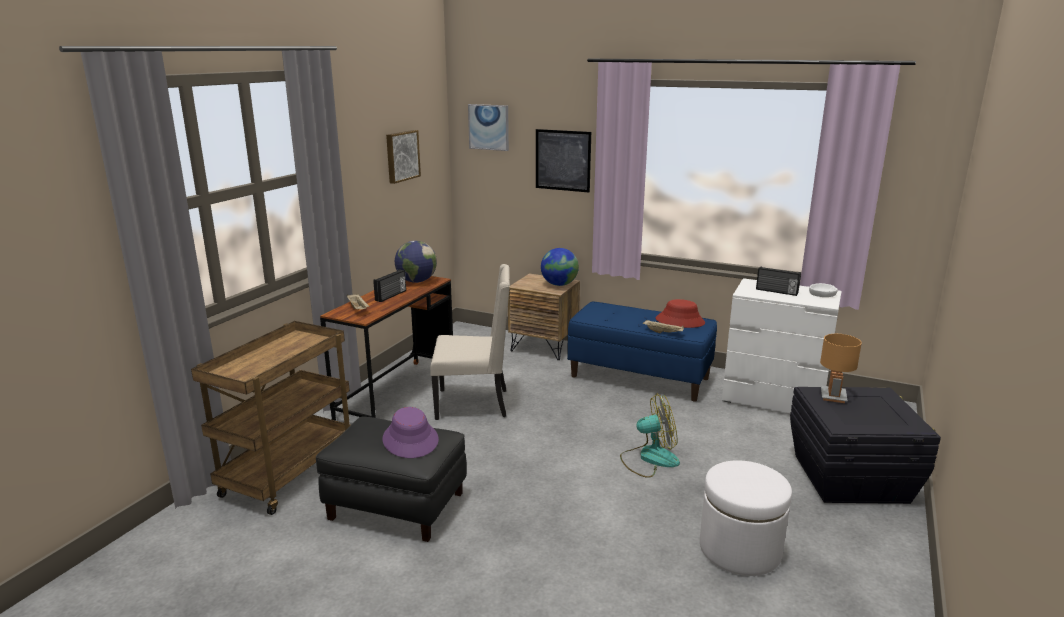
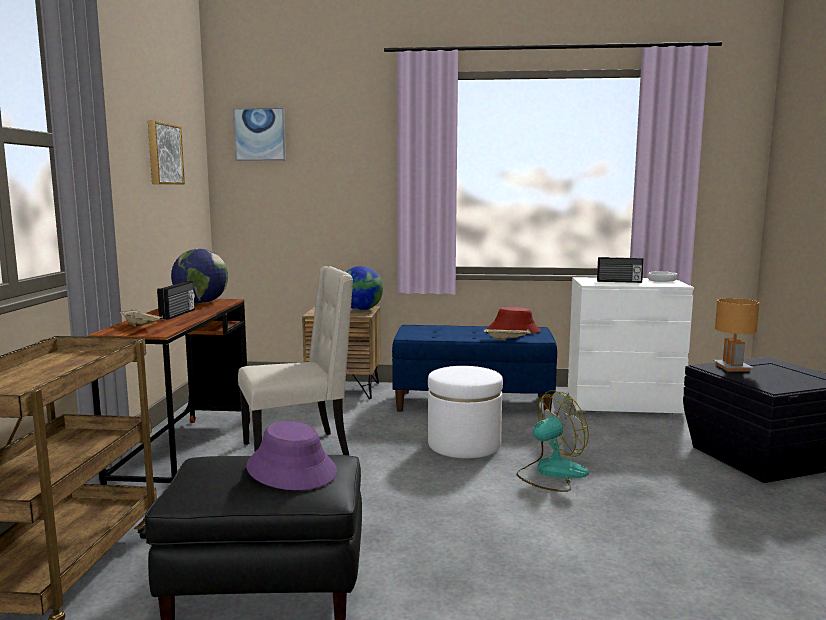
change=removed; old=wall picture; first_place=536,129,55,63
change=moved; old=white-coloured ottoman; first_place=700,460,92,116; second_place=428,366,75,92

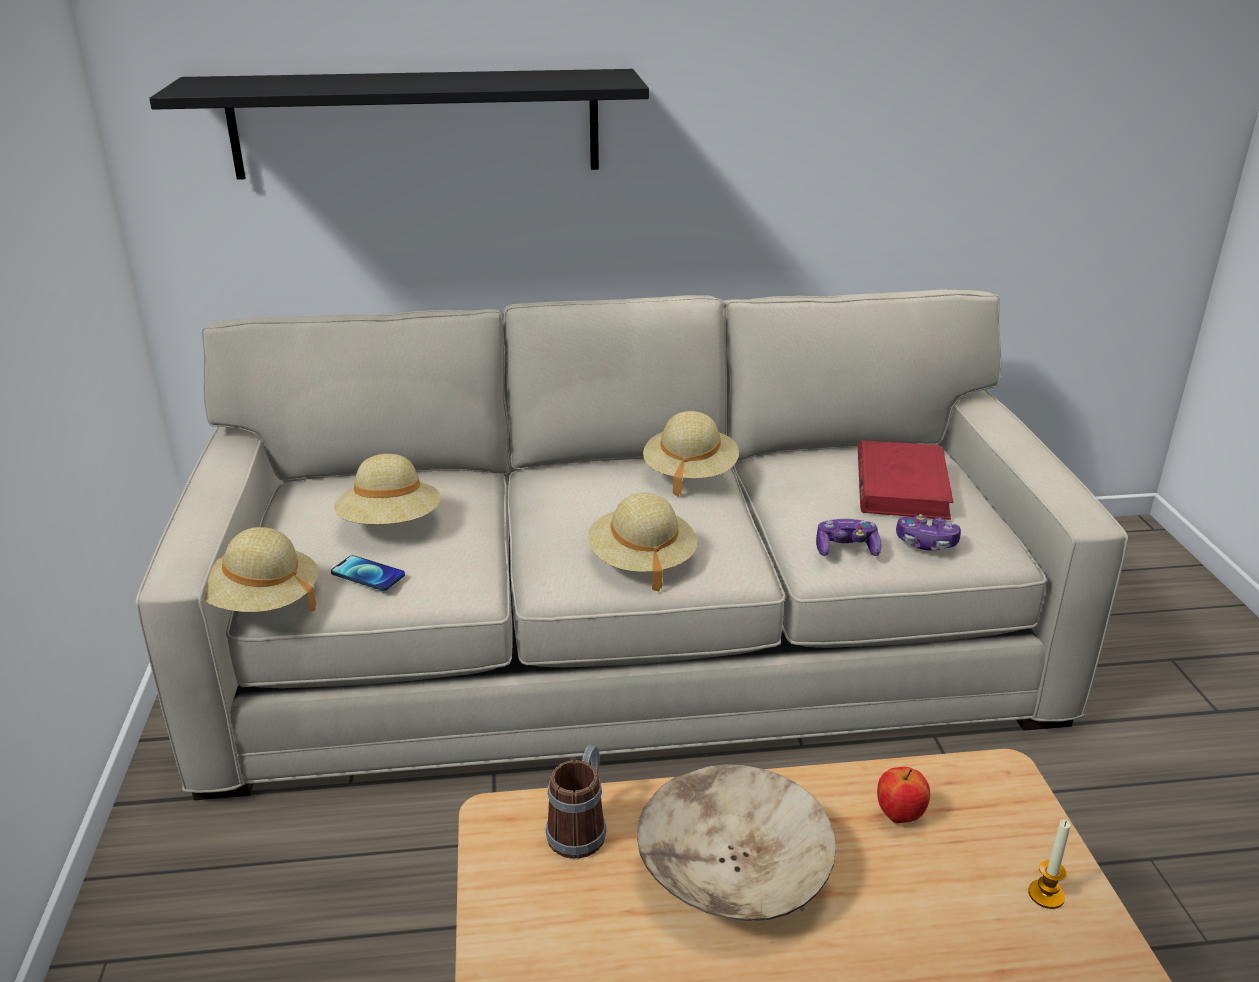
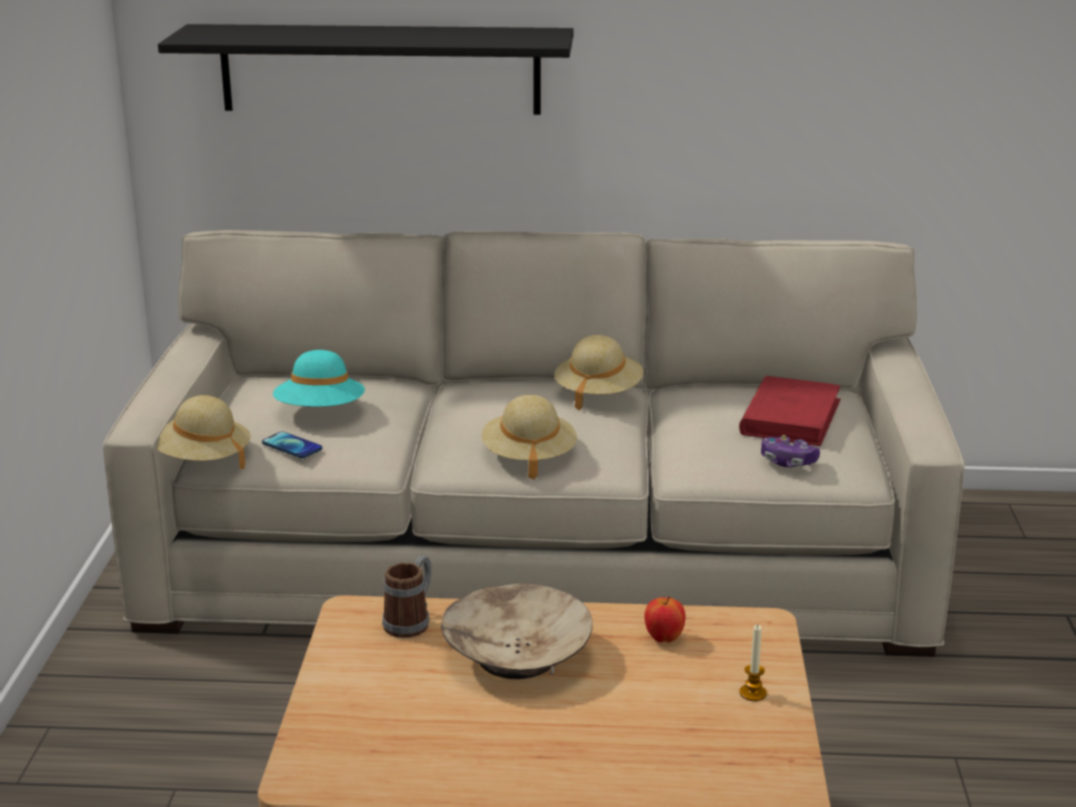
change=removed; old=game controller; first_place=816,519,65,37
change=recoloured; old=sand-coloured hat; new=turquoise hat; first_place=334,454,106,71; second_place=273,350,92,57

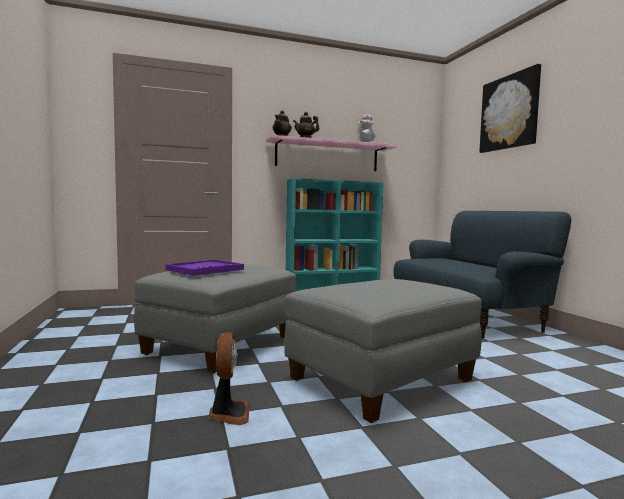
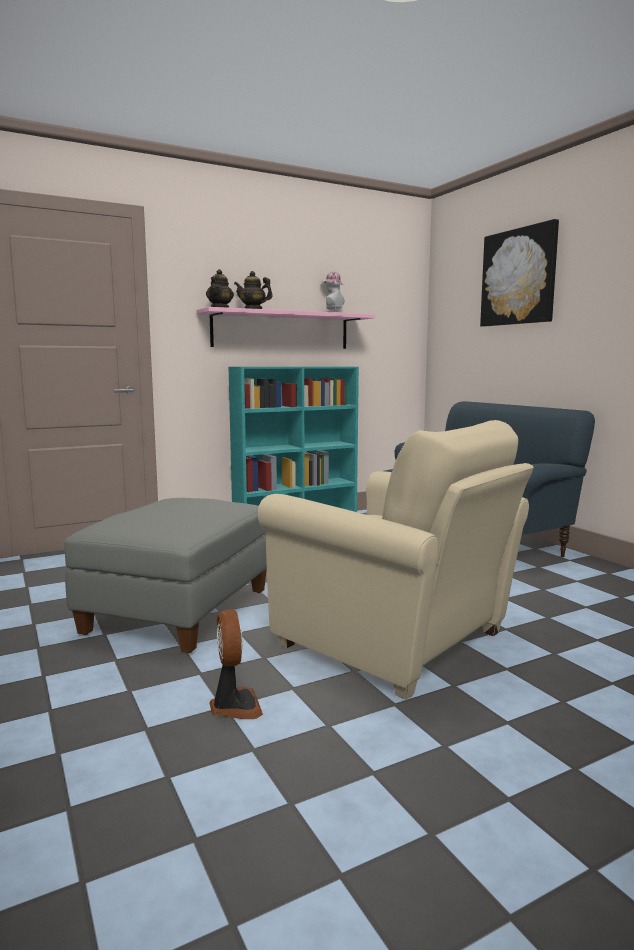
change=removed; old=purple-coloured carrying tray; first_place=165,260,79,16
change=replaced; old=gray ottoman; new=sand-coloured armchair; first_place=285,279,197,144; second_place=258,420,276,280

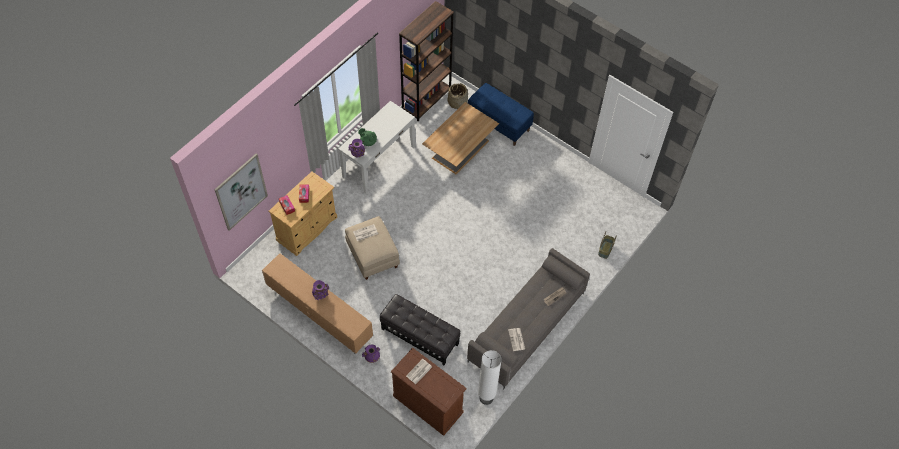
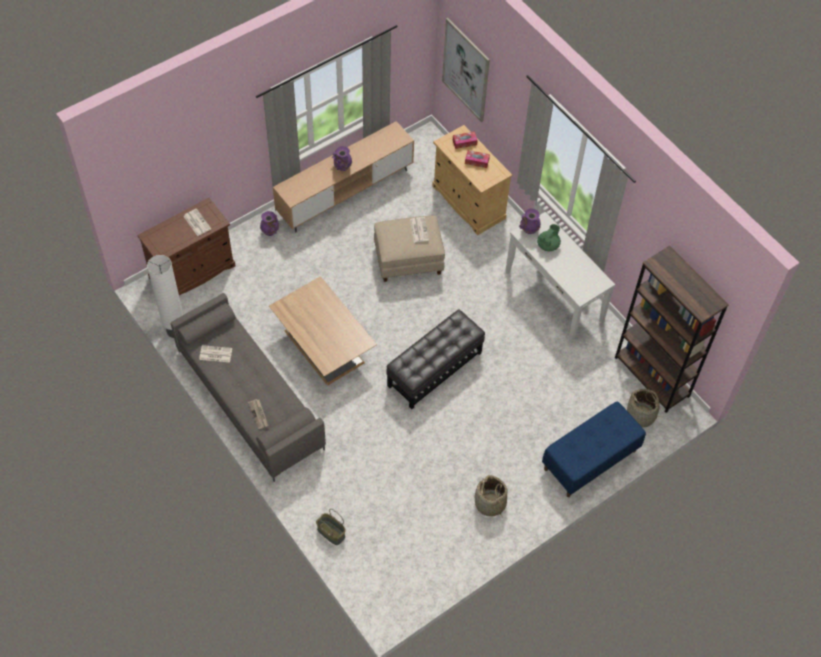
change=added; new=basket; second_place=475,475,33,42
change=moved; old=black ottoman; first_place=380,294,80,71; second_place=386,309,99,100
change=moved; old=brown-coloured low table; first_place=422,102,77,72; second_place=269,276,108,109

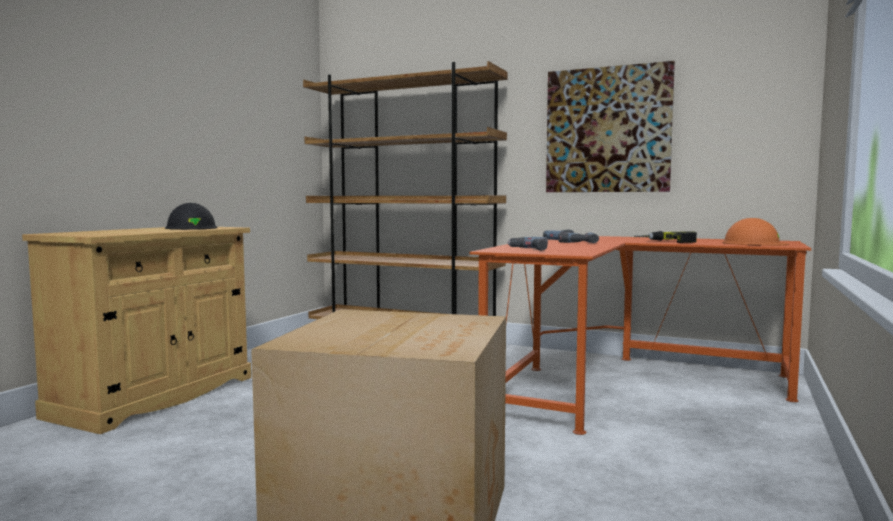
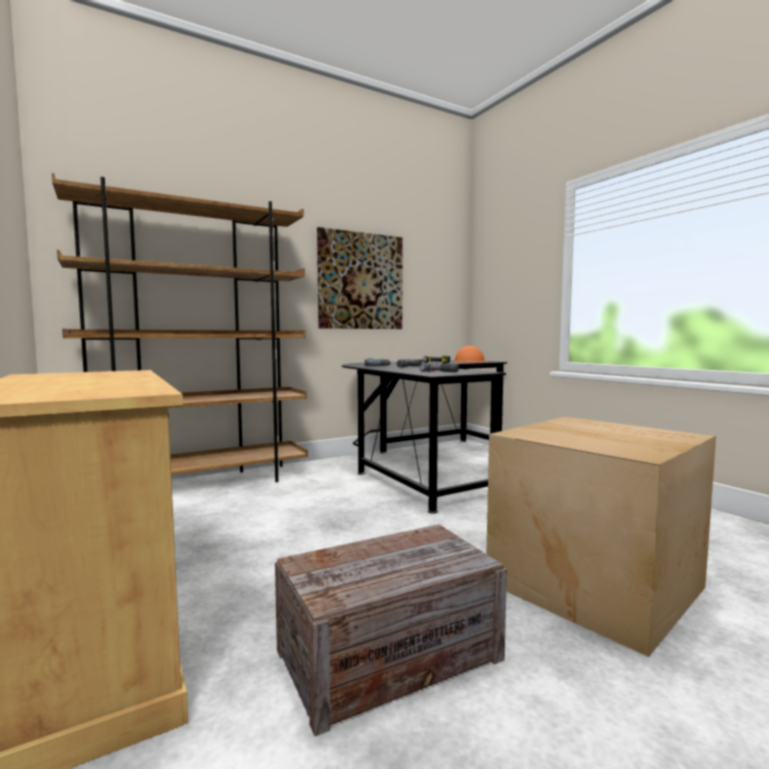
change=removed; old=black work helmet; first_place=165,203,53,27
change=added; new=shipping crate; second_place=275,524,232,212
change=recoloured; old=orangey desk unit; new=black desk unit; first_place=470,236,341,199; second_place=342,360,165,153

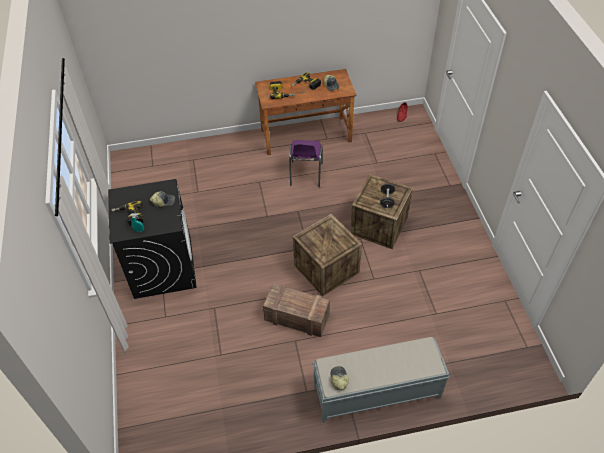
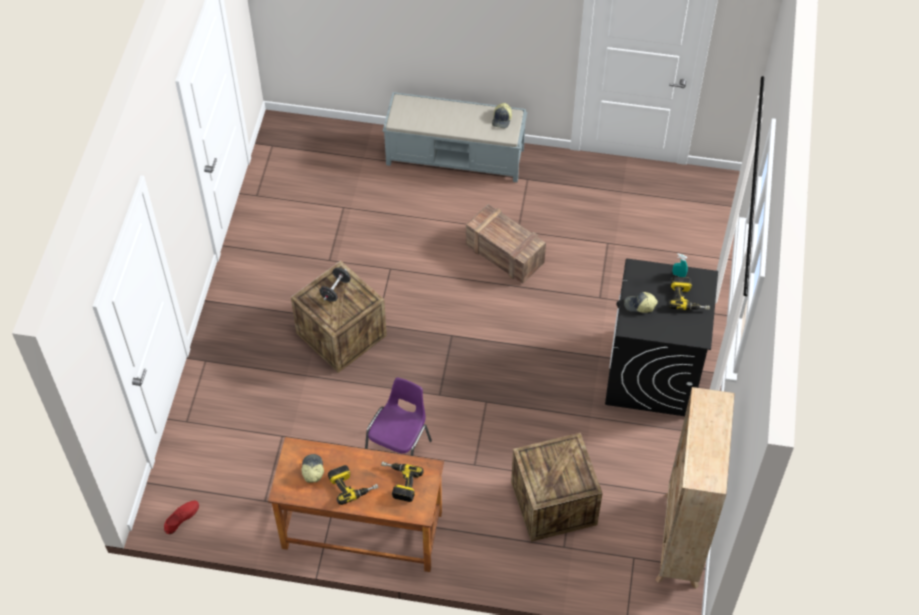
change=added; new=sand-coloured bookshelf; second_place=655,387,80,202
change=moved; old=shipping crate; first_place=293,214,69,83; second_place=511,433,92,109

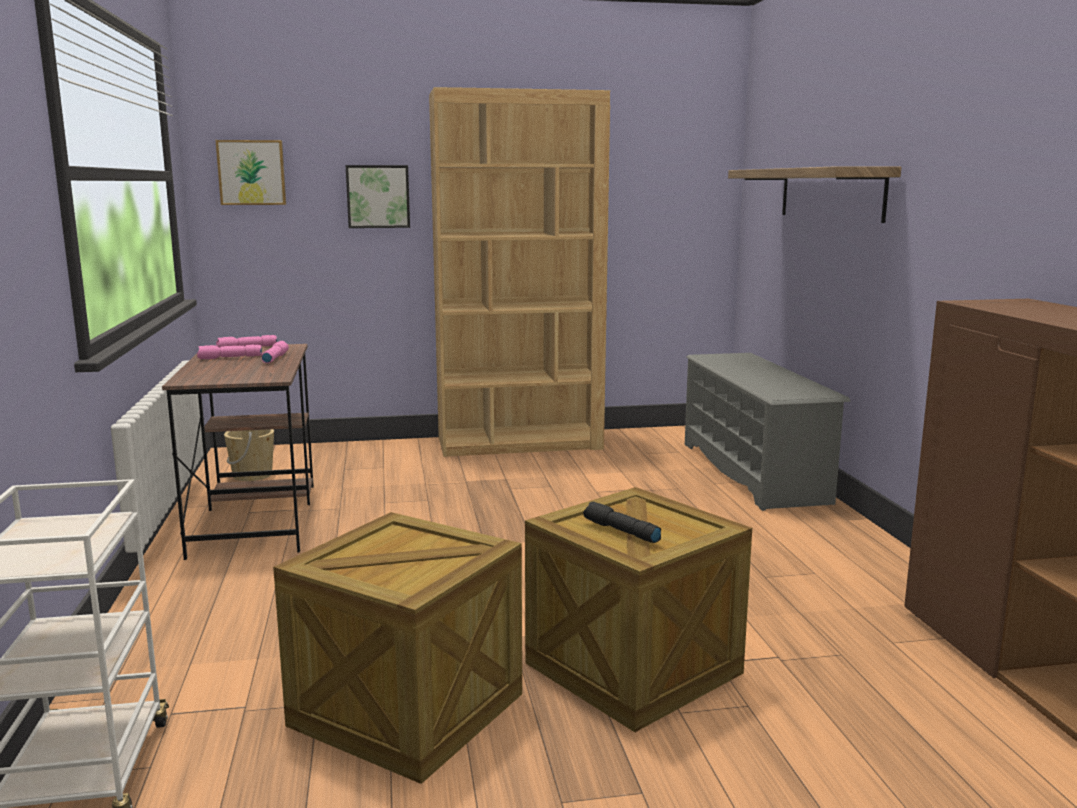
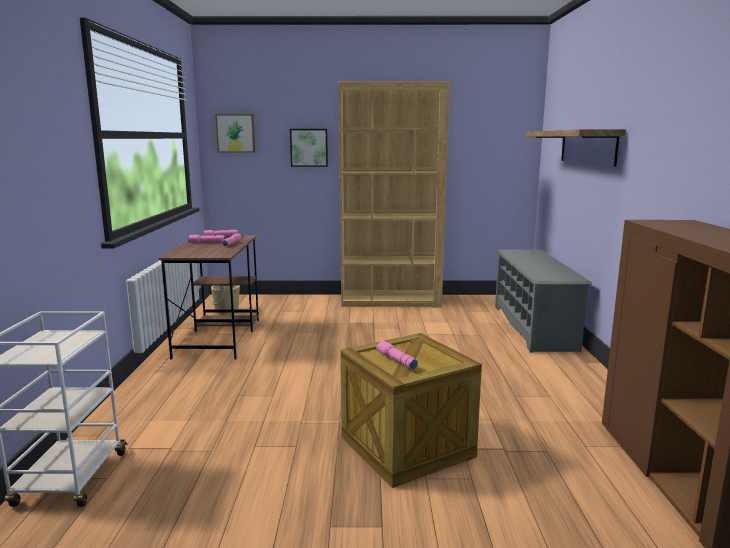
change=removed; old=shipping crate; first_place=273,512,249,272
change=recoloured; old=black torch; new=pink torch; first_place=583,502,78,41; second_place=376,341,42,28

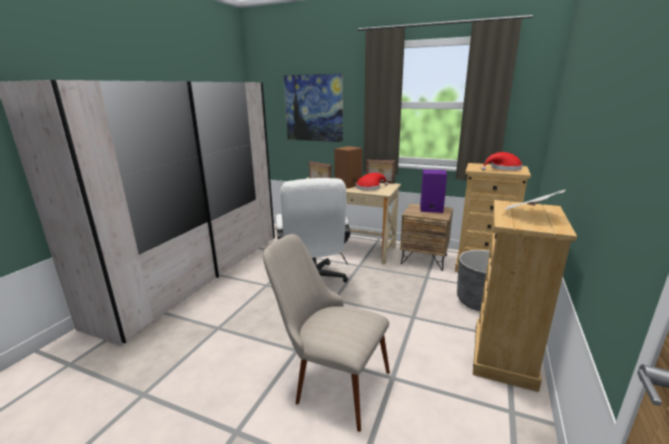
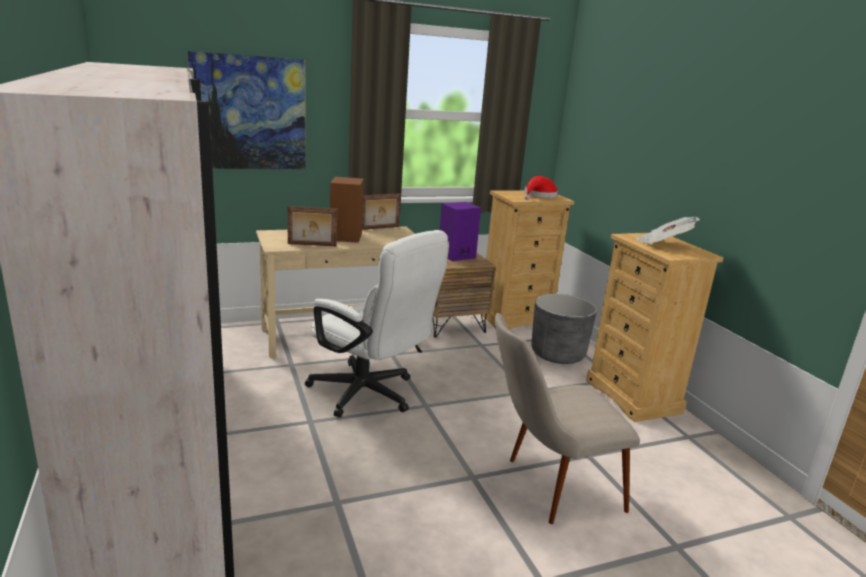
change=removed; old=reddish hat; first_place=356,173,32,18

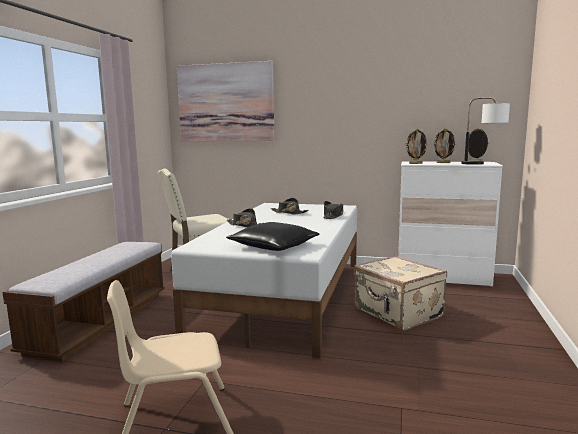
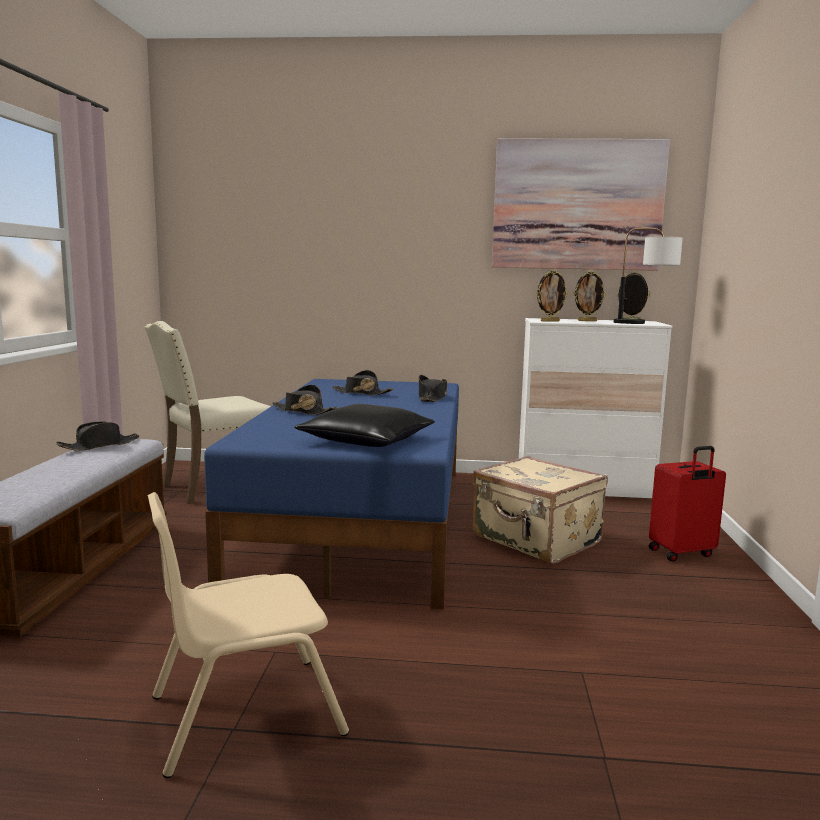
change=added; new=black hat; second_place=56,421,84,30
change=added; new=reddish travel case; second_place=649,446,77,116
change=moved; old=wall picture; first_place=177,61,97,81; second_place=492,138,178,133
change=recoloured; old=white-coloured bedroom bed; new=blue-coloured bedroom bed; first_place=171,203,186,156; second_place=204,379,255,231

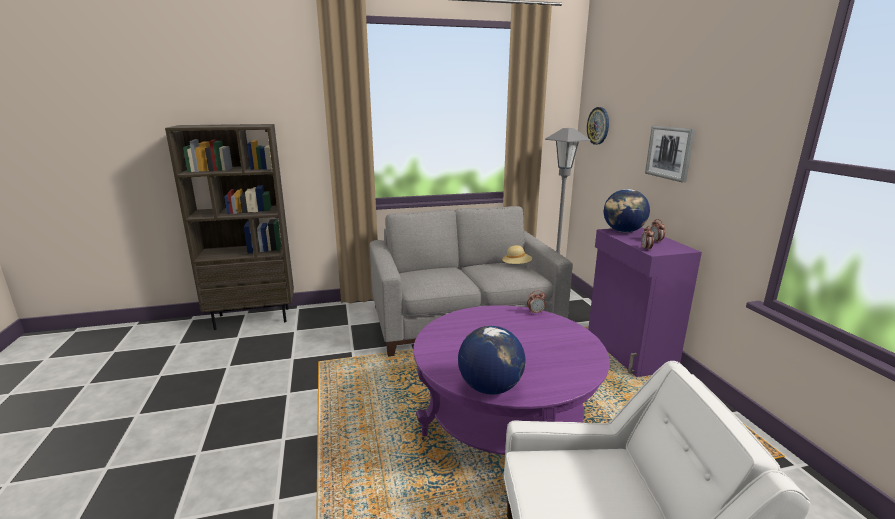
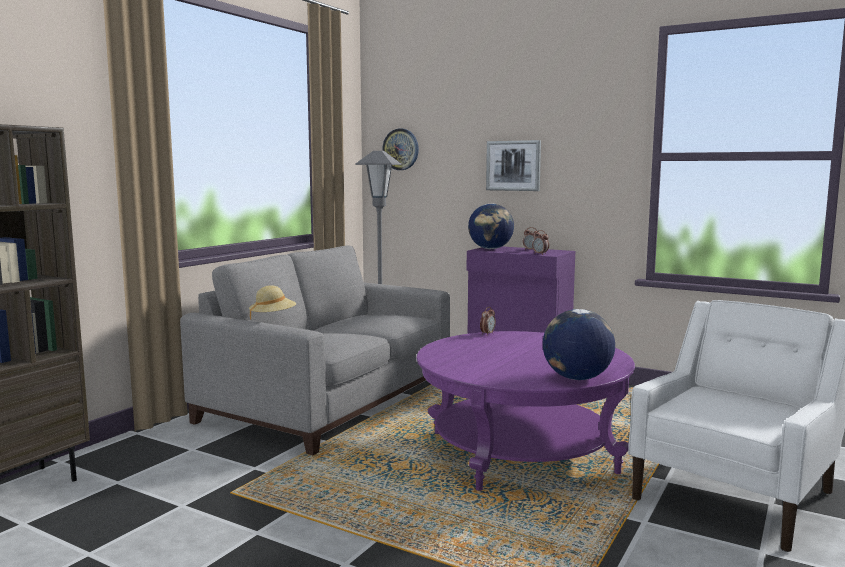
change=moved; old=sand-coloured hat; first_place=502,245,30,19; second_place=249,285,47,35

